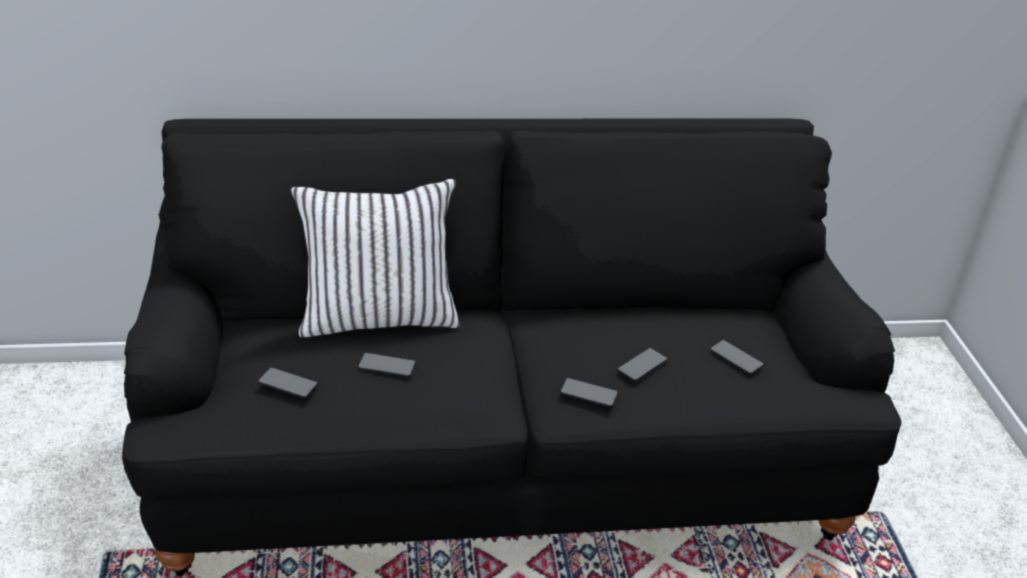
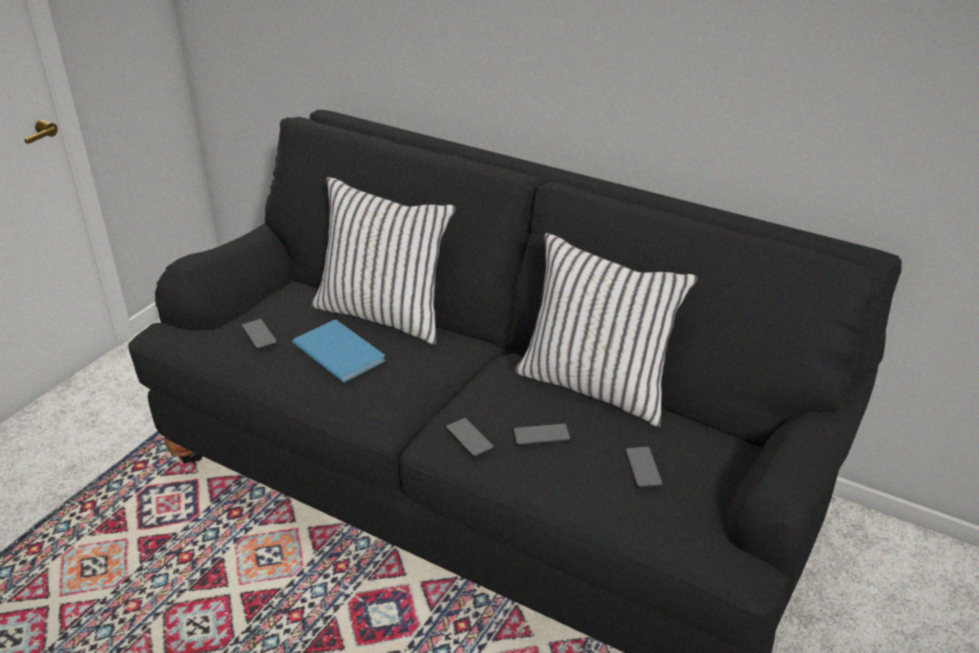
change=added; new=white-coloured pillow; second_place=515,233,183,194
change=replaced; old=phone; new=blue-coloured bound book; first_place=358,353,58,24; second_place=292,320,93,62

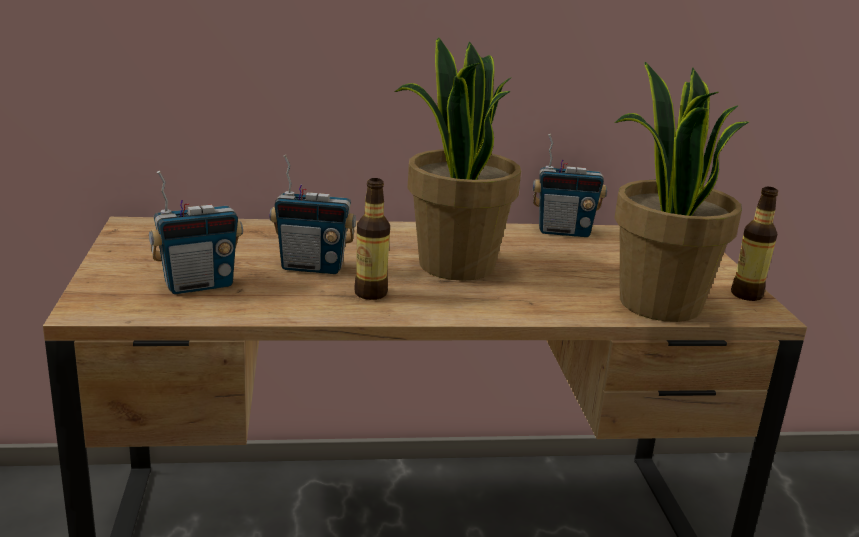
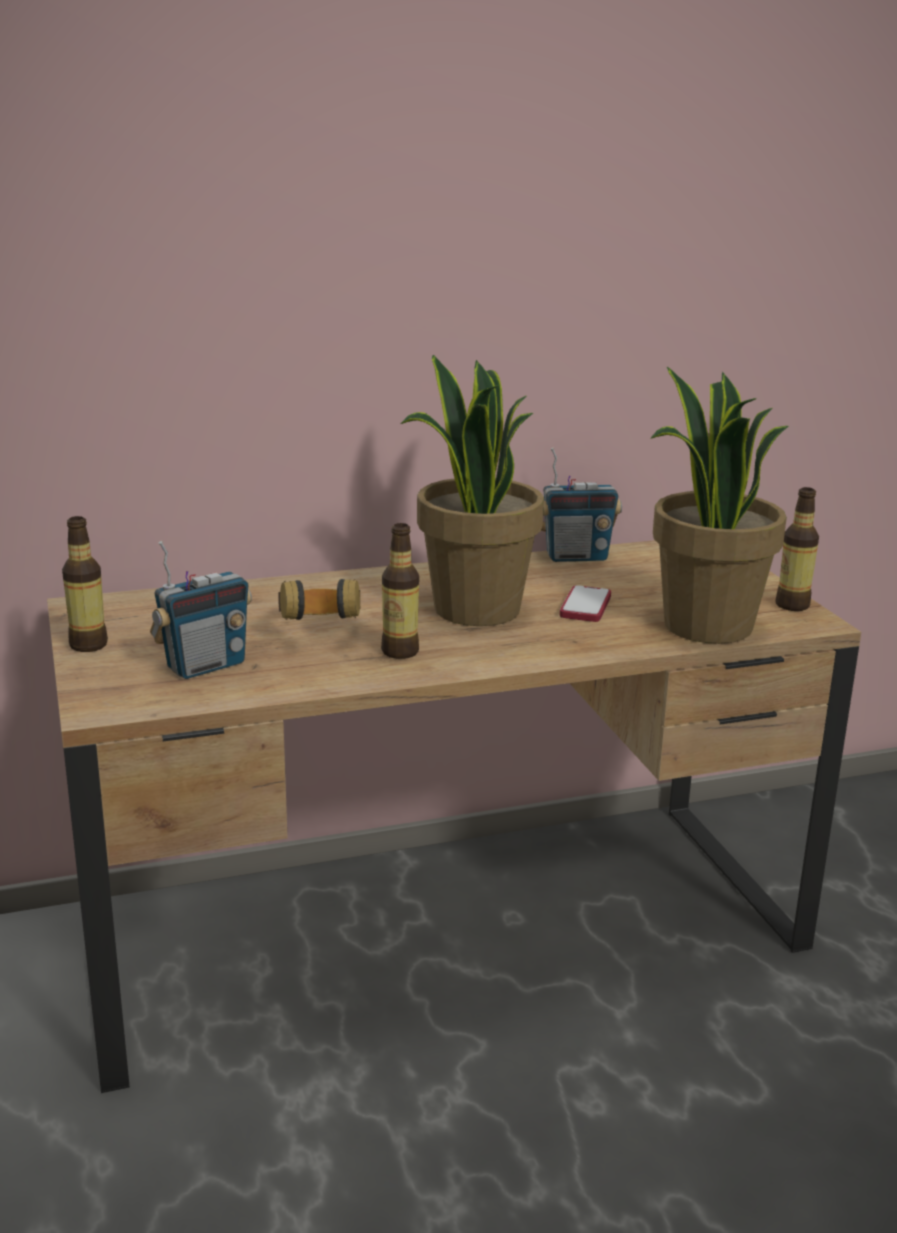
change=added; new=bottle; second_place=62,516,46,136
change=added; new=phone; second_place=560,585,51,37
change=replaced; old=radio receiver; new=pair of headphones; first_place=270,155,86,119; second_place=278,579,82,41

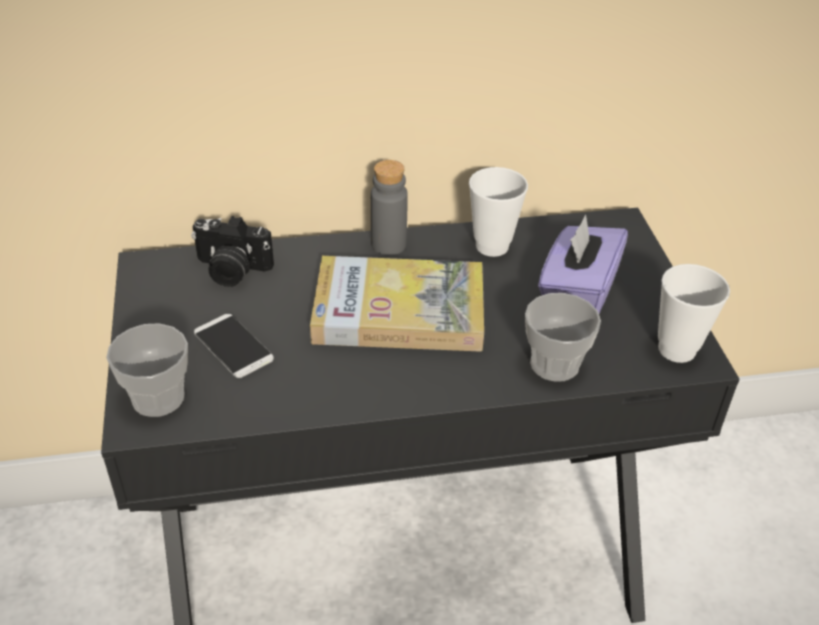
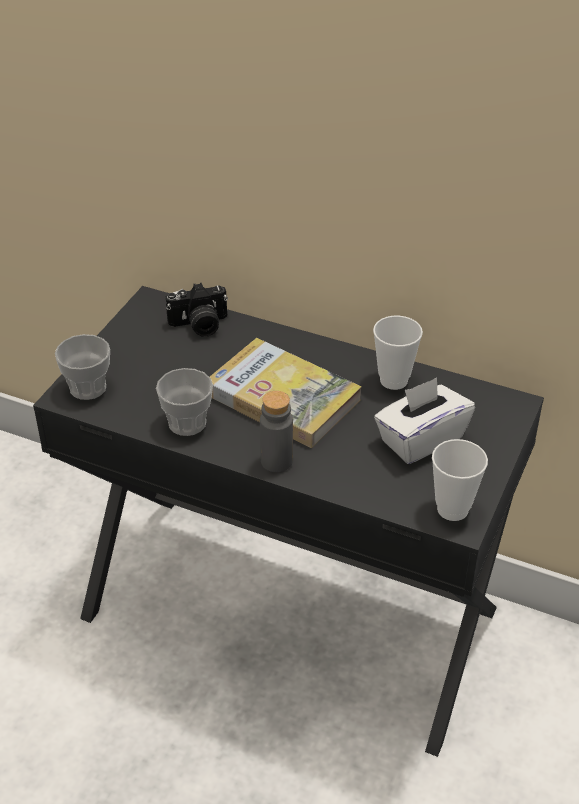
change=removed; old=phone; first_place=194,314,80,64
change=moved; old=gray bottle; first_place=371,160,37,96; second_place=260,391,33,81
change=moved; old=cup; first_place=525,293,76,88; second_place=156,368,57,68
change=recoloured; old=purple-coloured tissue holder; new=white-coloured tissue holder; first_place=538,215,90,98; second_place=374,377,101,87
change=turned; old=still camera; first_place=191,216,83,71; second_place=166,283,62,54; degrees=-60

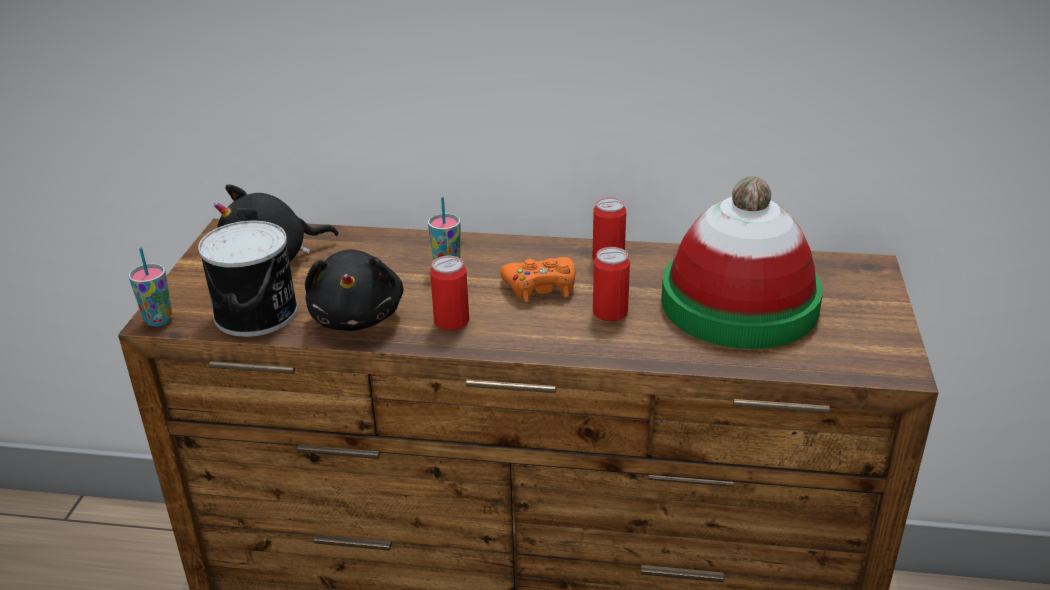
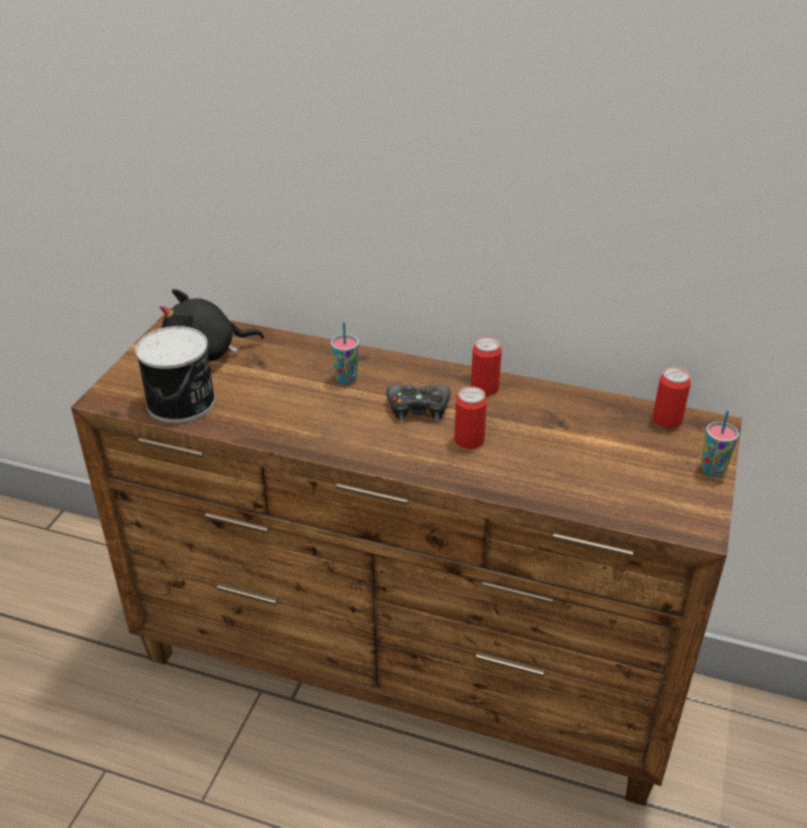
change=removed; old=black plush toy; first_place=305,249,98,82
change=removed; old=hat; first_place=661,176,162,173
change=moved; old=cup; first_place=128,247,44,80; second_place=701,410,38,67
change=moved; old=sealed can; first_place=430,256,39,75; second_place=652,367,39,61
change=recoloured; old=orangey game controller; new=black game controller; first_place=500,257,76,45; second_place=386,385,64,36

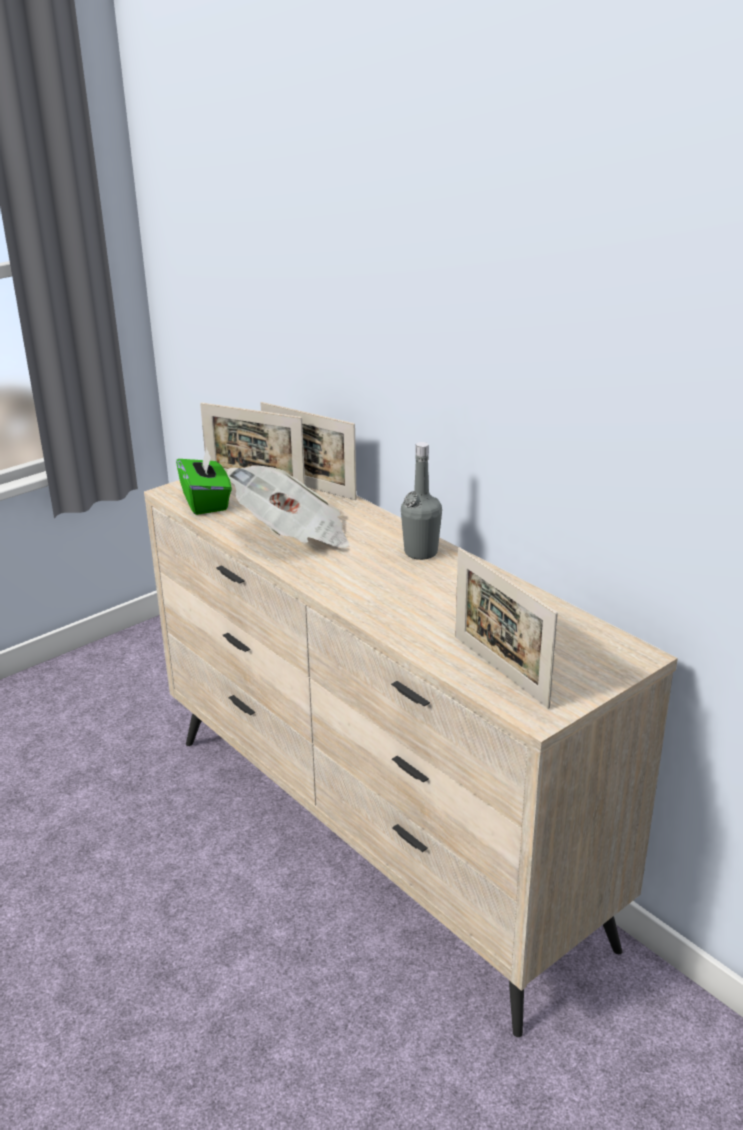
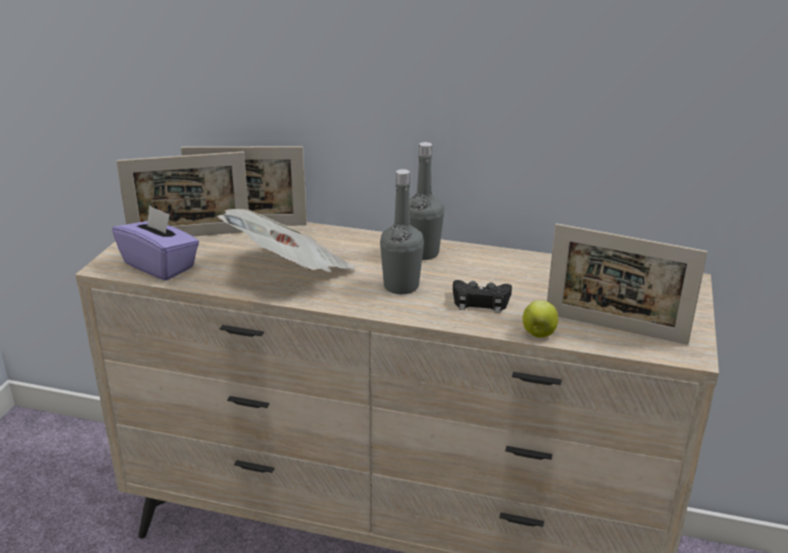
change=added; new=gray bottle; second_place=380,169,44,125
change=added; new=black game controller; second_place=453,280,59,33
change=added; new=apple fruit; second_place=522,300,36,38
change=recoloured; old=green-coloured tissue holder; new=purple-coloured tissue holder; first_place=176,448,56,67; second_place=112,205,87,76

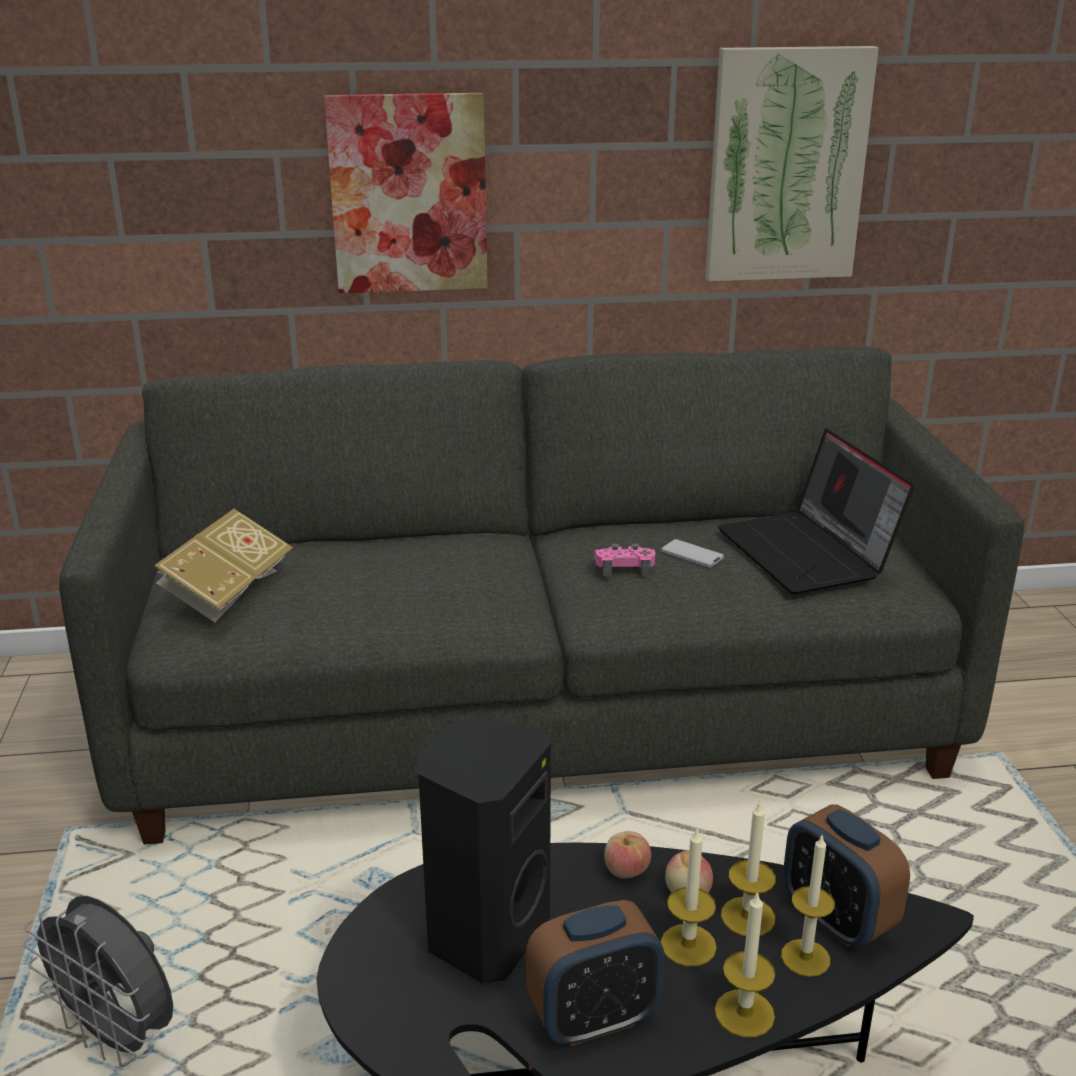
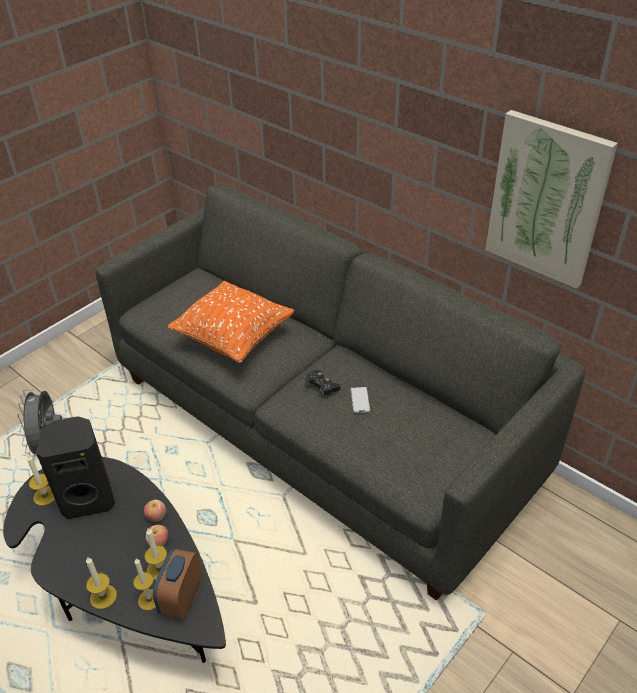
change=removed; old=bound book; first_place=154,509,139,113
change=removed; old=wall picture; first_place=324,93,164,200
change=removed; old=bedside clock; first_place=526,900,139,146
change=removed; old=portable computer; first_place=718,429,196,165
change=added; new=orangey pillow; second_place=167,281,127,82
change=moved; old=wax candle; first_place=661,828,56,138; second_place=27,455,28,51
change=recoloured; old=pink game controller; new=black game controller; first_place=594,543,61,33; second_place=305,370,35,28

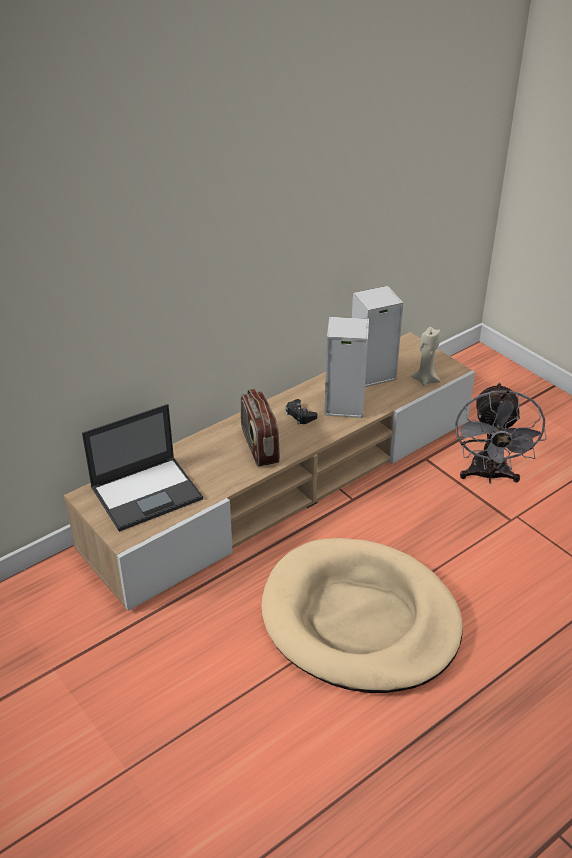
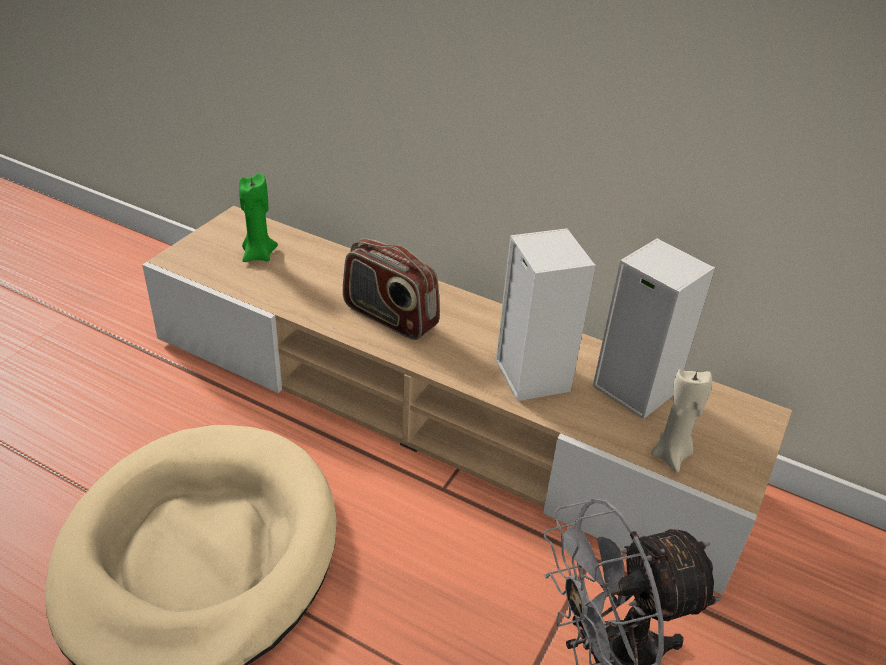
change=removed; old=black game controller; first_place=285,399,32,26
change=replaced; old=portable computer; new=green-coloured wax candle; first_place=82,404,121,128; second_place=239,173,39,89
change=turned; old=radio receiver; first_place=241,389,39,77; second_place=343,238,97,102; degrees=-105

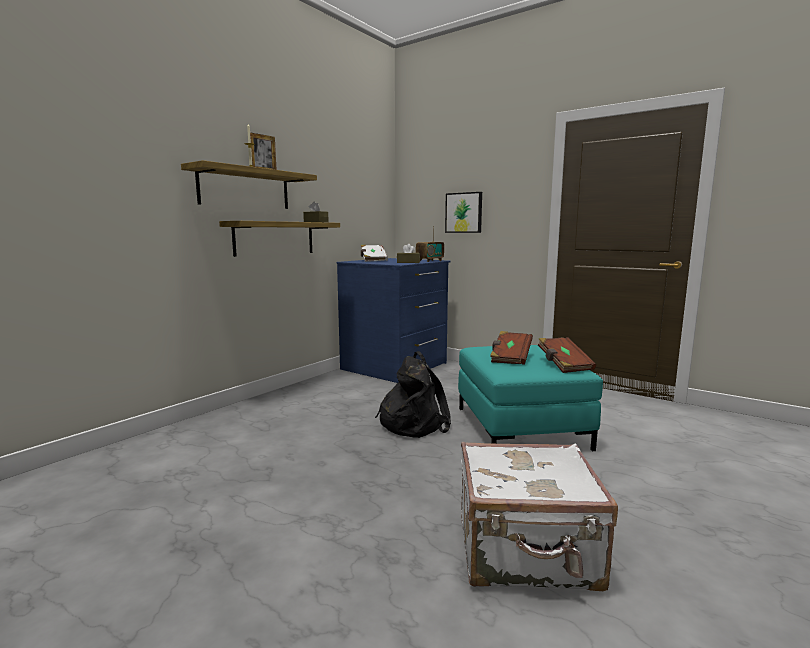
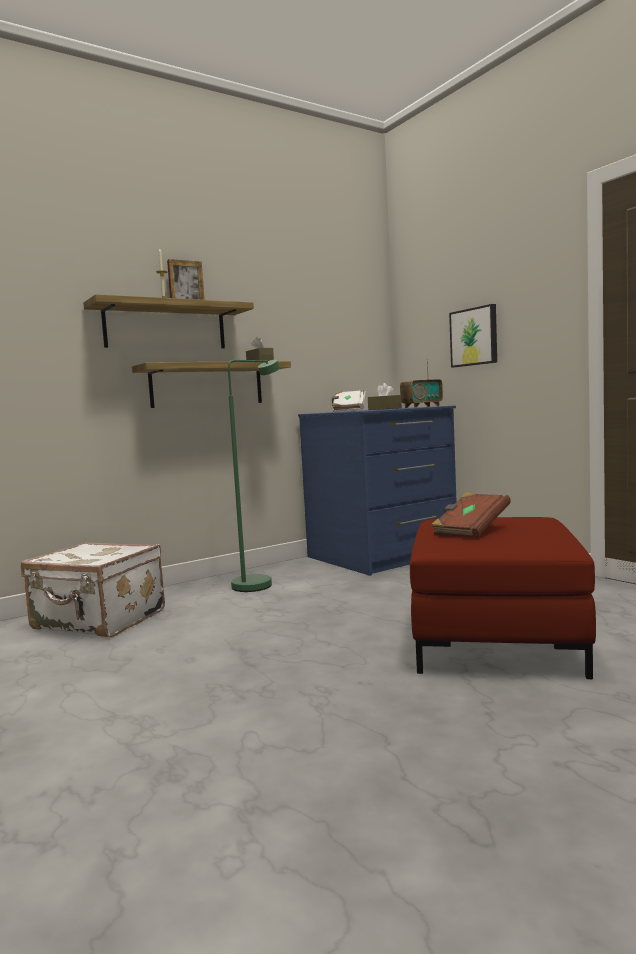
change=removed; old=black rucksack; first_place=375,351,76,87
change=removed; old=brown-coloured bound book; first_place=538,337,58,36
change=added; new=green-coloured floor lamp; second_place=228,360,52,232
change=moved; old=white-coloured travel case; first_place=461,442,157,149; second_place=21,542,144,95
change=recoloured; old=turquoise ottoman; new=reddish ottoman; first_place=458,345,145,106; second_place=410,517,186,162

